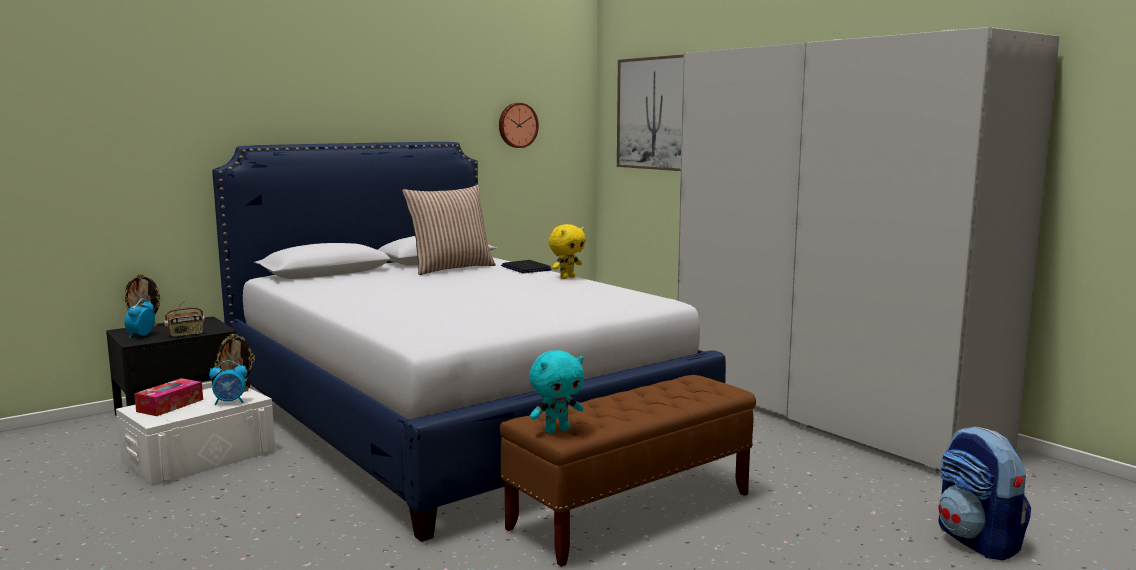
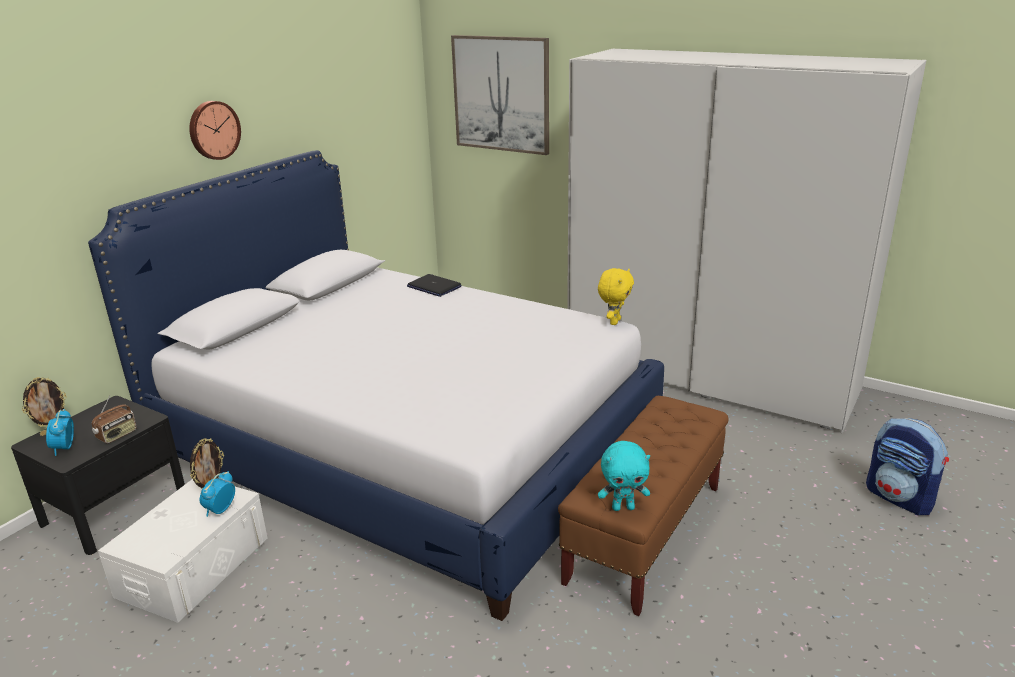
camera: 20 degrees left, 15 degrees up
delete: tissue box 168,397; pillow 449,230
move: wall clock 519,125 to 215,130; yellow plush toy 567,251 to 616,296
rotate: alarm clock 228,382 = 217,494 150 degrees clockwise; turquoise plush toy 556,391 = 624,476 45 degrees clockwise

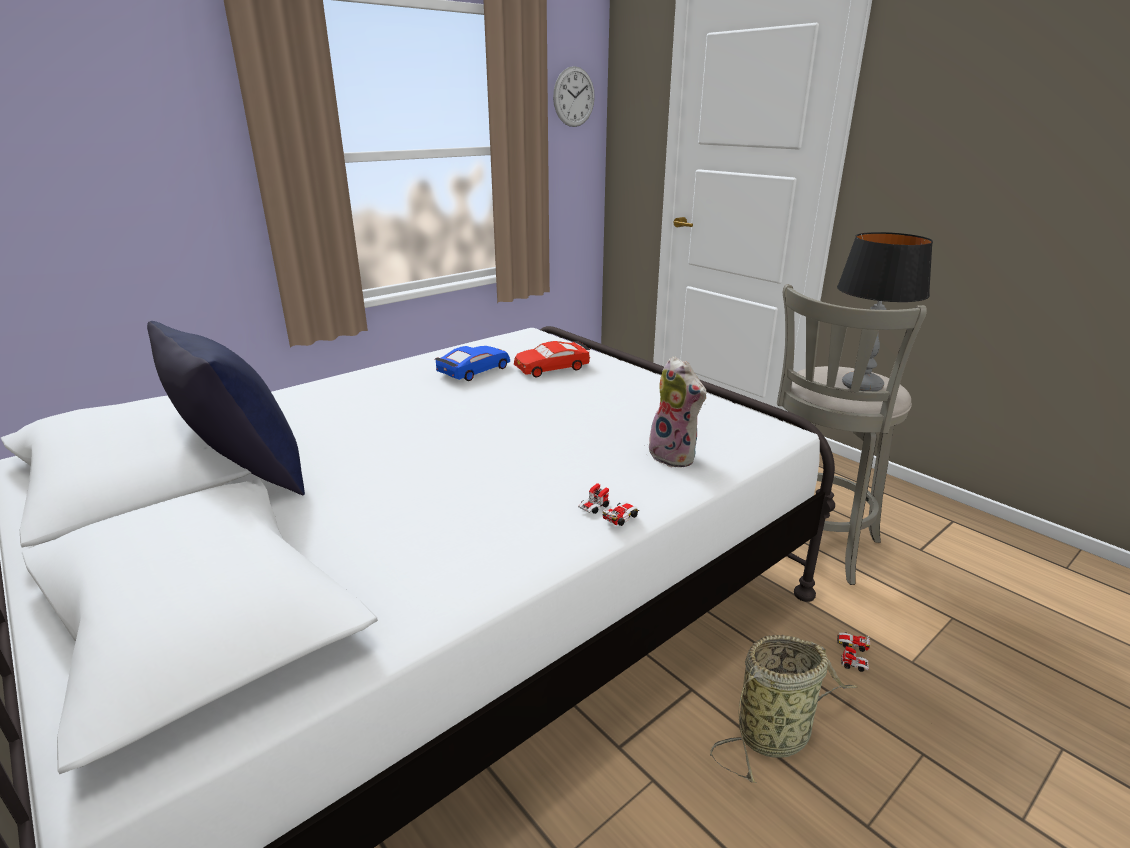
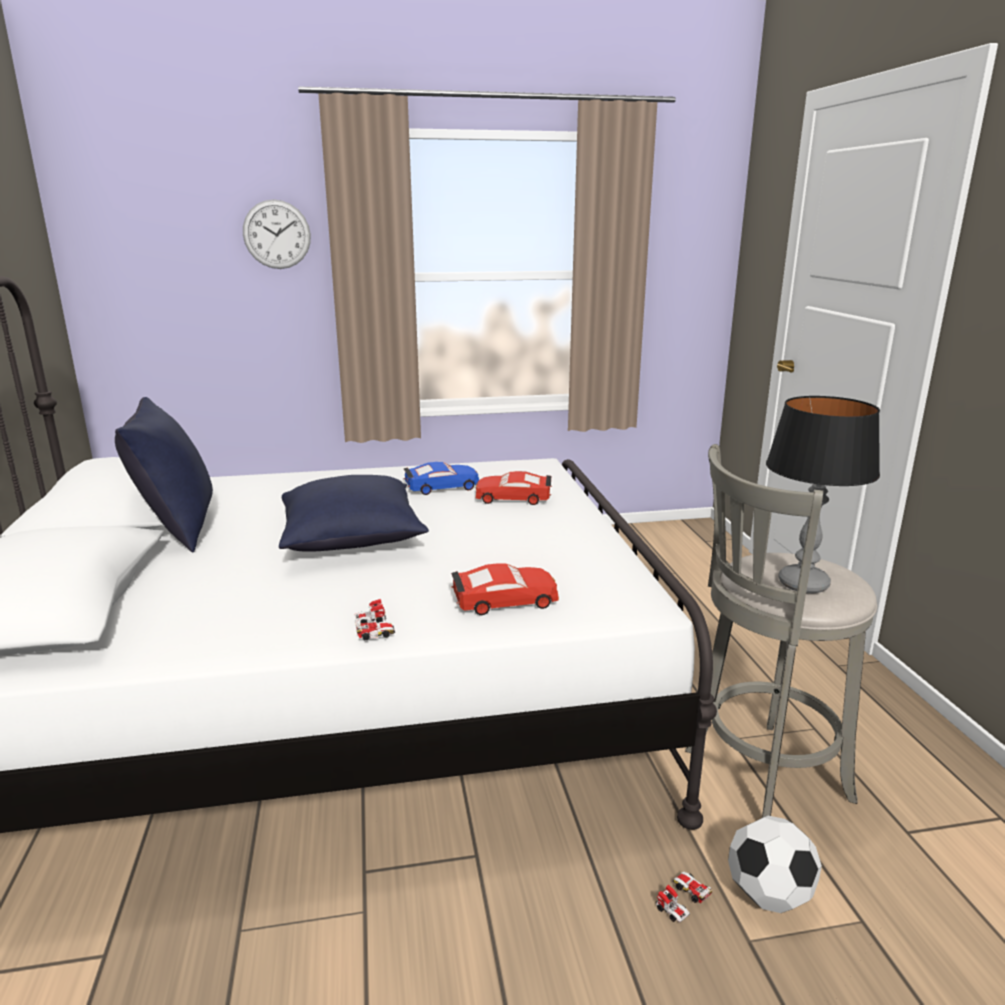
camera: 30 degrees right, 5 degrees down
delete: basket 784,709
insert: blue pillow 354,513; football 775,864
move: wall clock 574,96 to 277,234
replace: plush toy 678,411 to red toy car 505,589

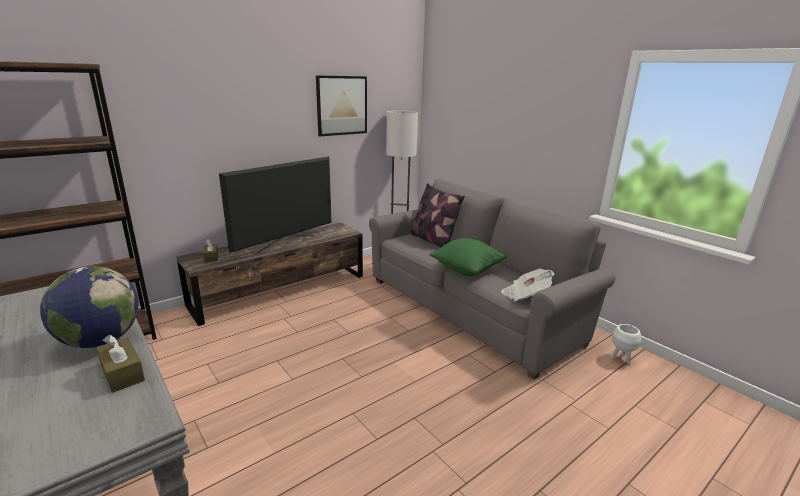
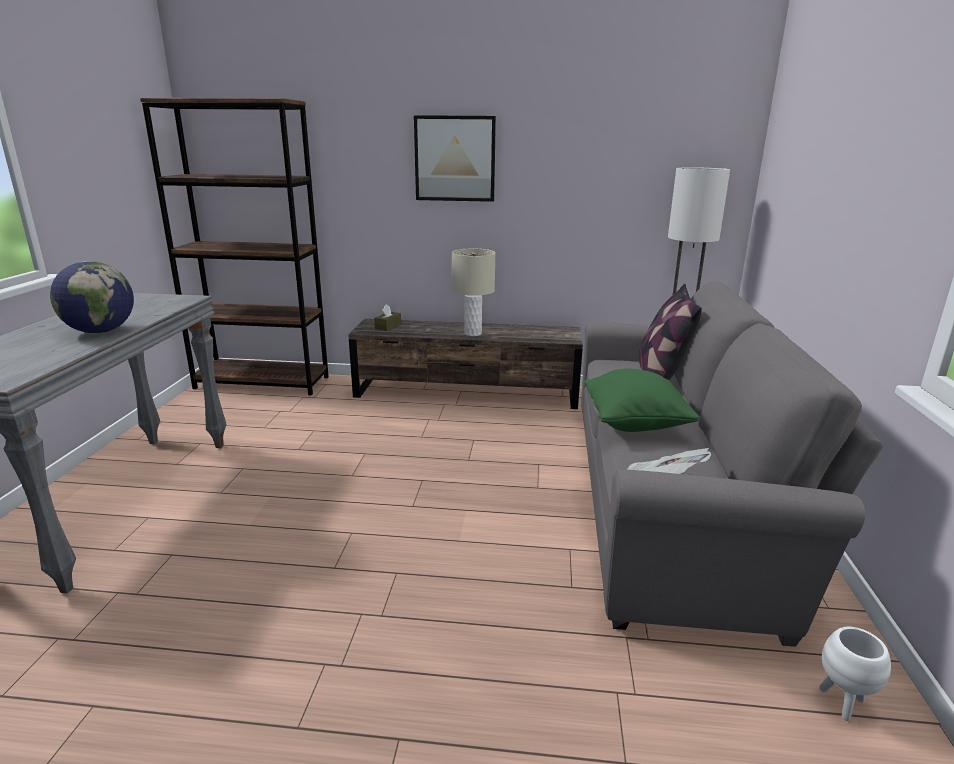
camera: 45 degrees right, 0 degrees up
delete: brown tissue box 120,364
move: picture 341,105 to 455,158
replace: television 275,205 to beige table lamp 474,292

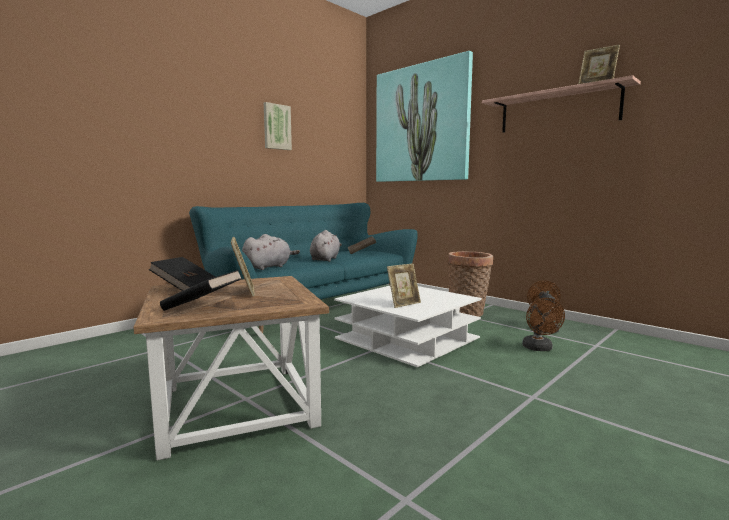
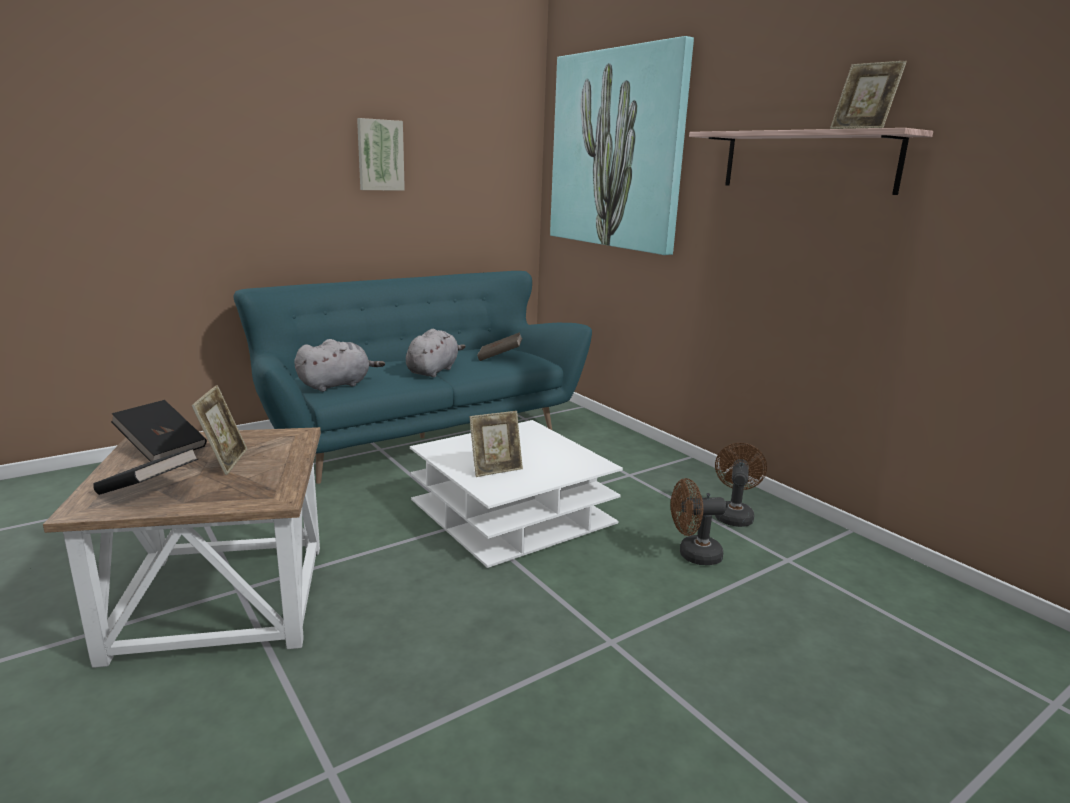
camera: 10 degrees right, 10 degrees up
delete: basket 470,284
rotate: brown fan 543,324 = 699,521 75 degrees clockwise

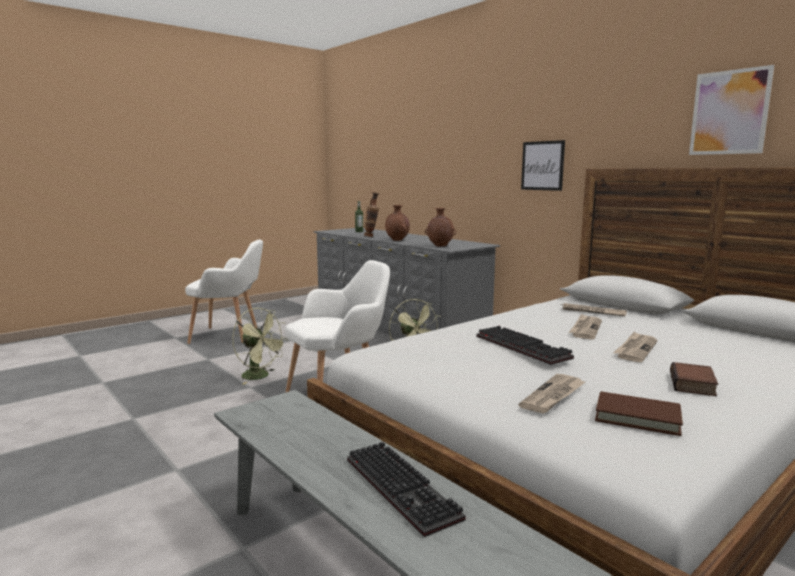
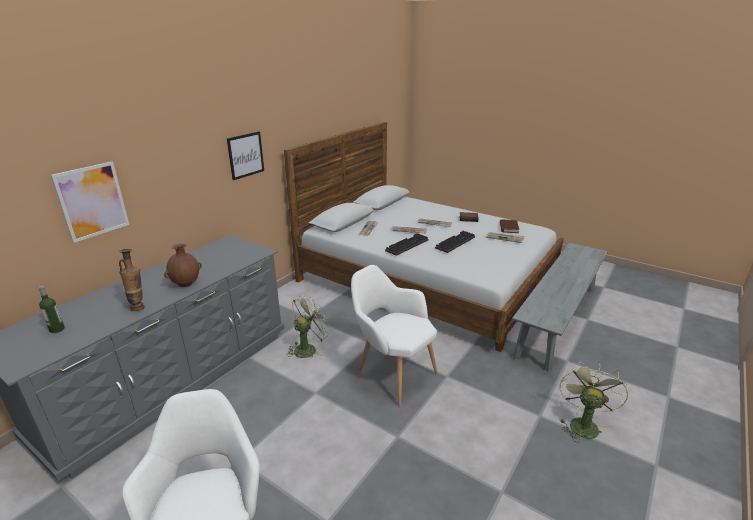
camera: 105 degrees left, 15 degrees up
delete: brown vase 440,227
move: green fan 260,346 to 593,402; keyboard 406,489 to 406,244; picture 731,110 to 90,202

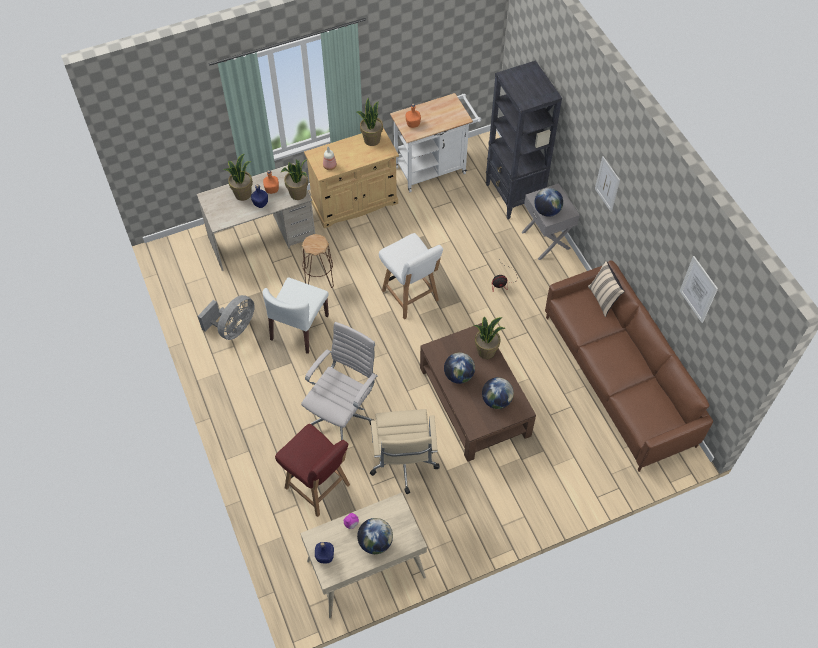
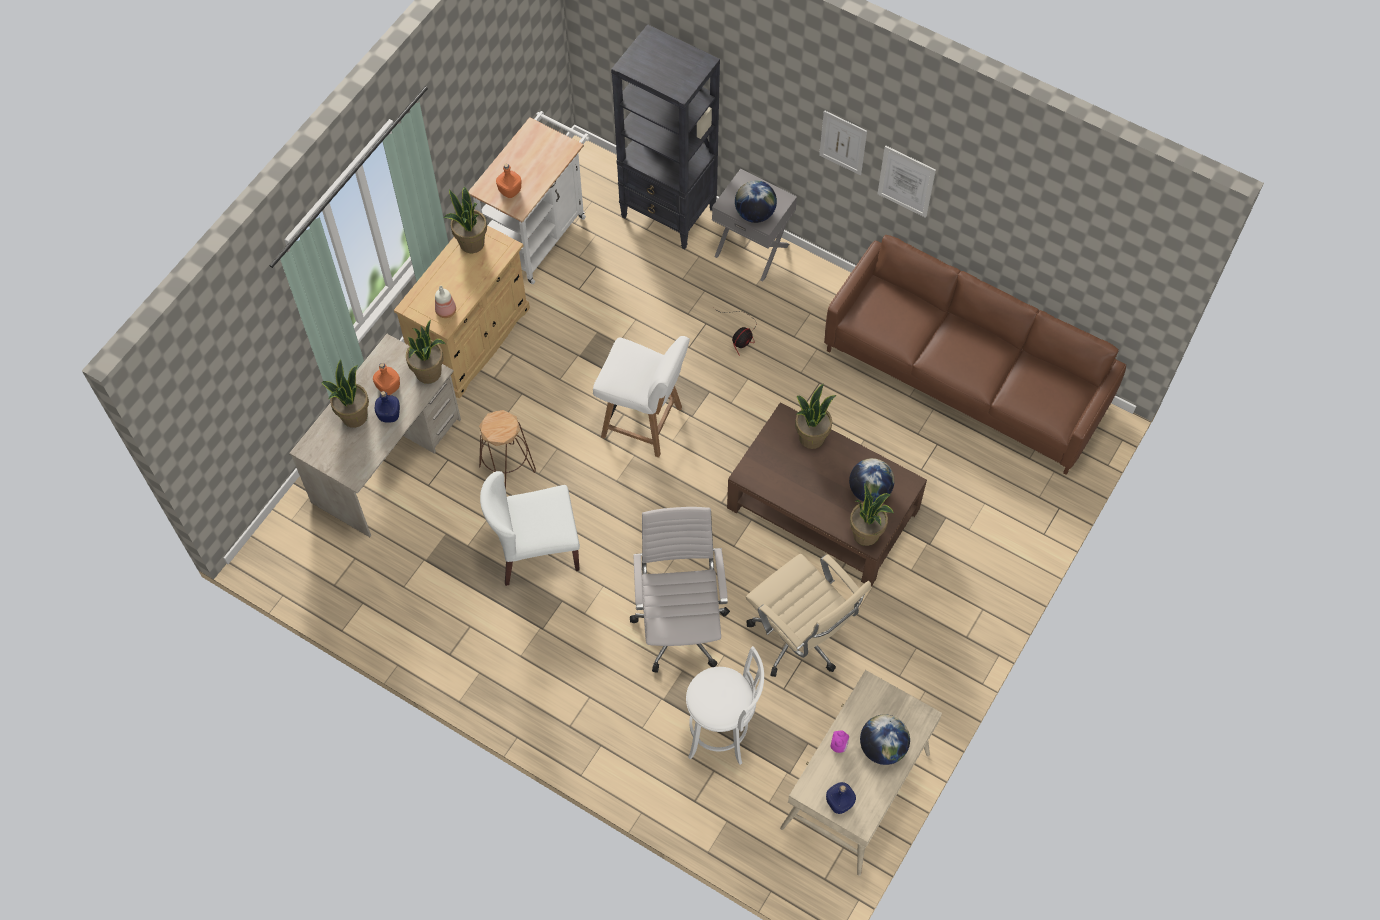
camera: 35 degrees left, 5 degrees up
delete: grey fan 226,317; globe 459,368; beige pillow 606,289
insert: potted plant 872,515
move: picture 699,289 to 907,182
replace: red chair 312,470 to white stool 725,705
rotate: white chair 296,315 = 530,528 90 degrees clockwise

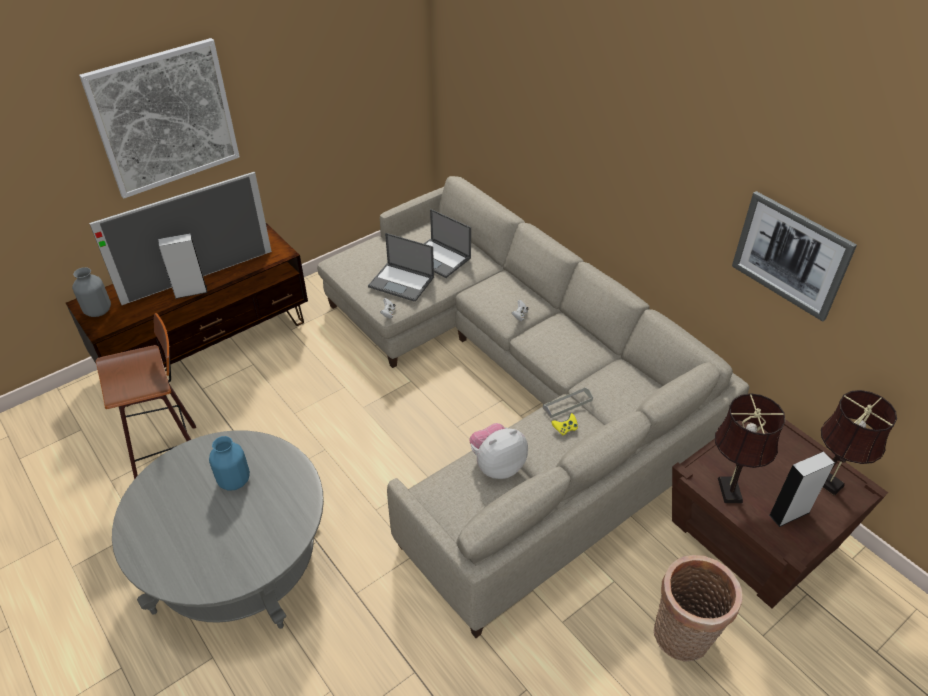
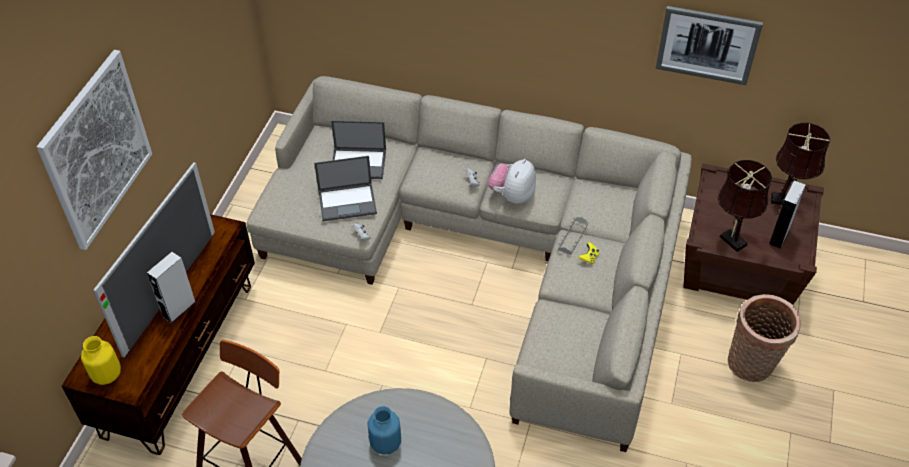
camera: 35 degrees left, 5 degrees up
move: plush toy 498,451 to 512,181
recolor: grey vase 91,292 to yellow vase 101,360

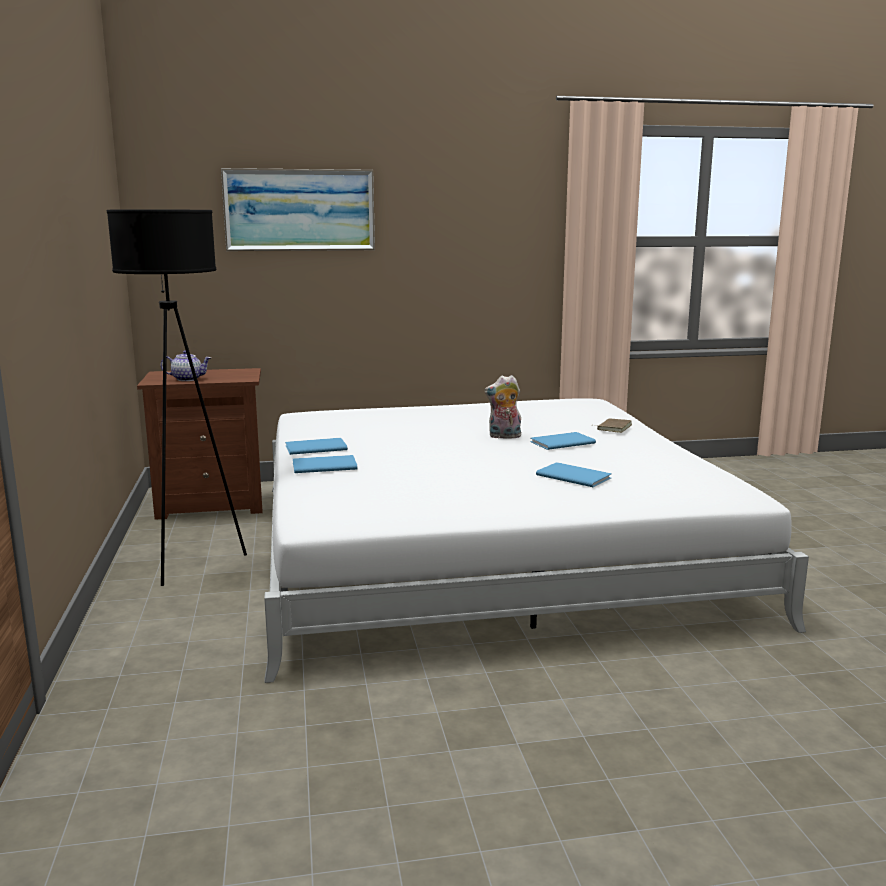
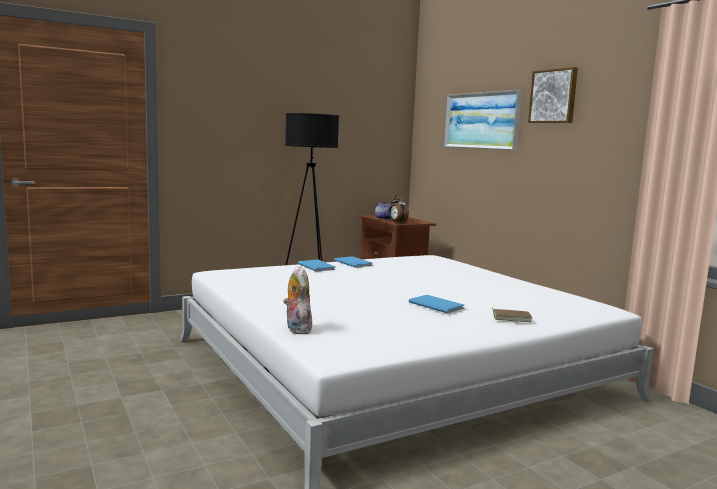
camera: 70 degrees right, 5 degrees down
delete: blue book 573,474
insert: alarm clock 399,209; picture 553,95
move: plush toy 502,407 to 297,300

